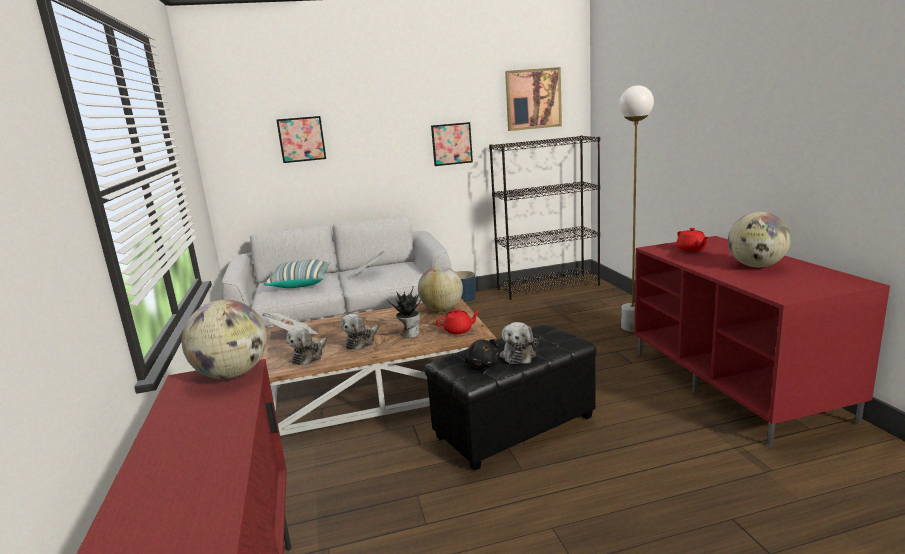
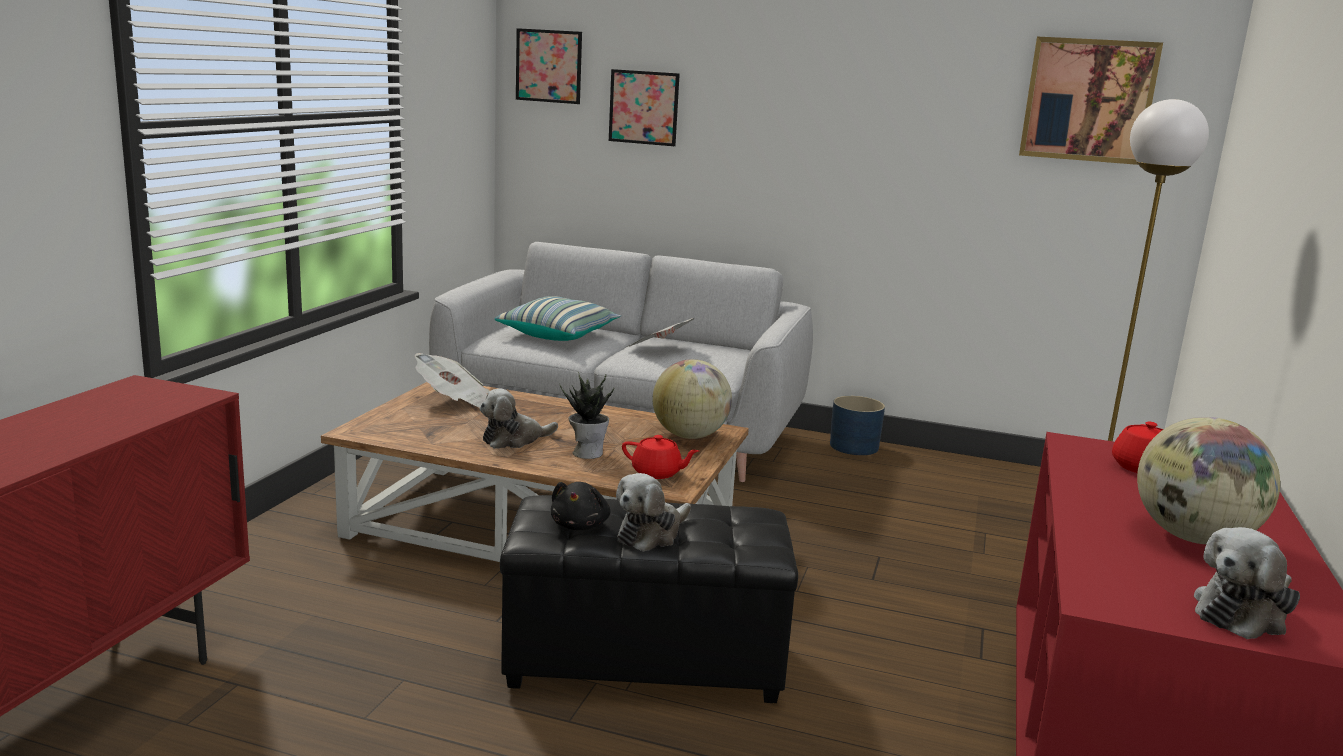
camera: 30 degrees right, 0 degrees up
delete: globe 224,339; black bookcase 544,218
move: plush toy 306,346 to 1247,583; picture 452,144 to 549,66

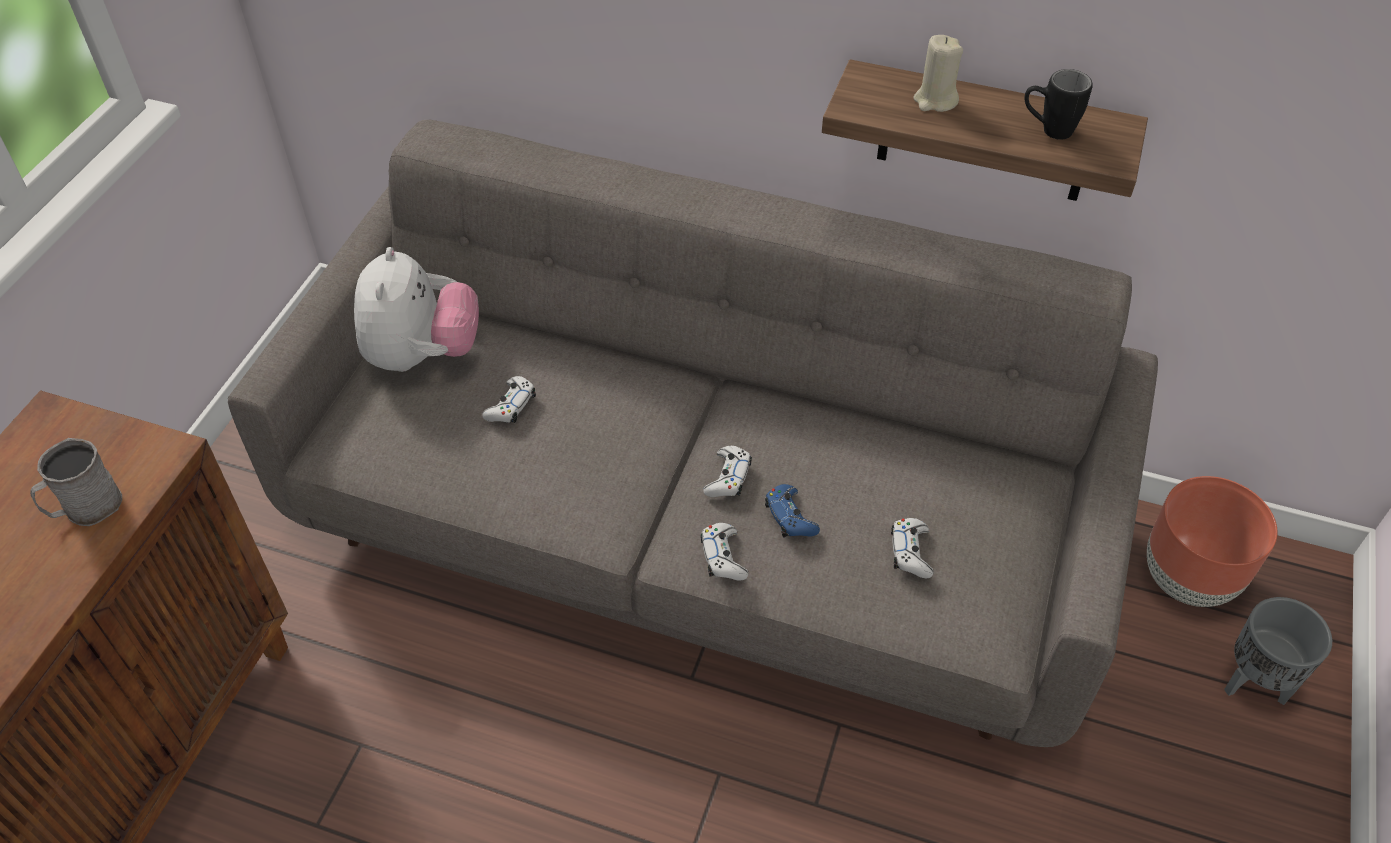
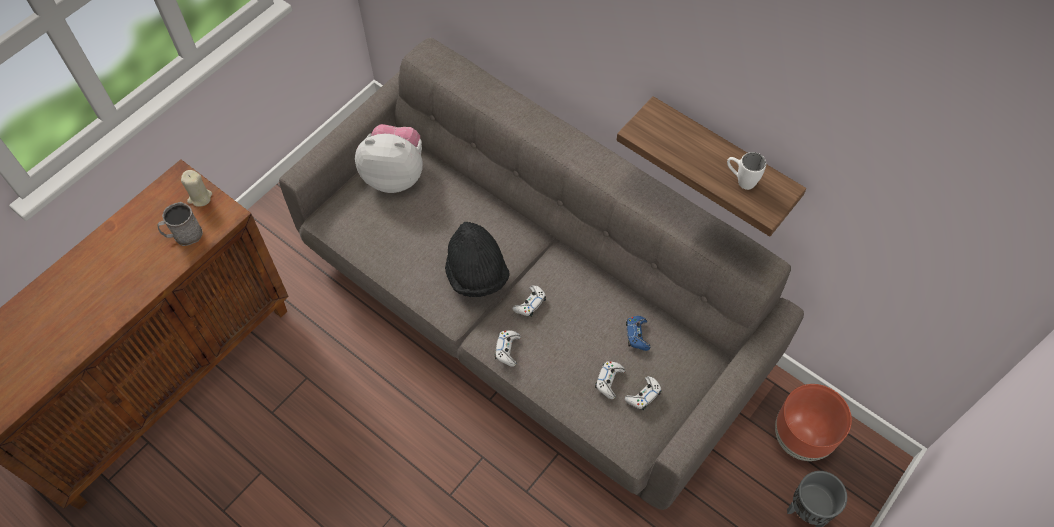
camera: 20 degrees right, 10 degrees up
insert: black hat 477,259
move: white game controller 509,399 to 643,393; blue game controller 792,511 to 638,333; beige candle 938,73 to 196,188
recolor: black mug 1059,104 to white mug 746,171
rotate: plush toy 416,309 = 389,158 105 degrees counterclockwise

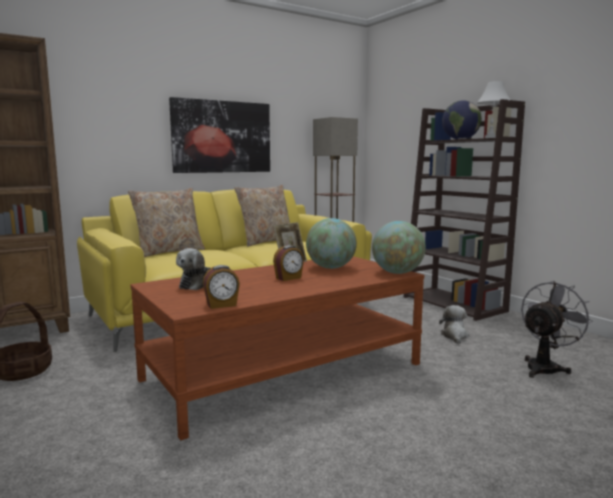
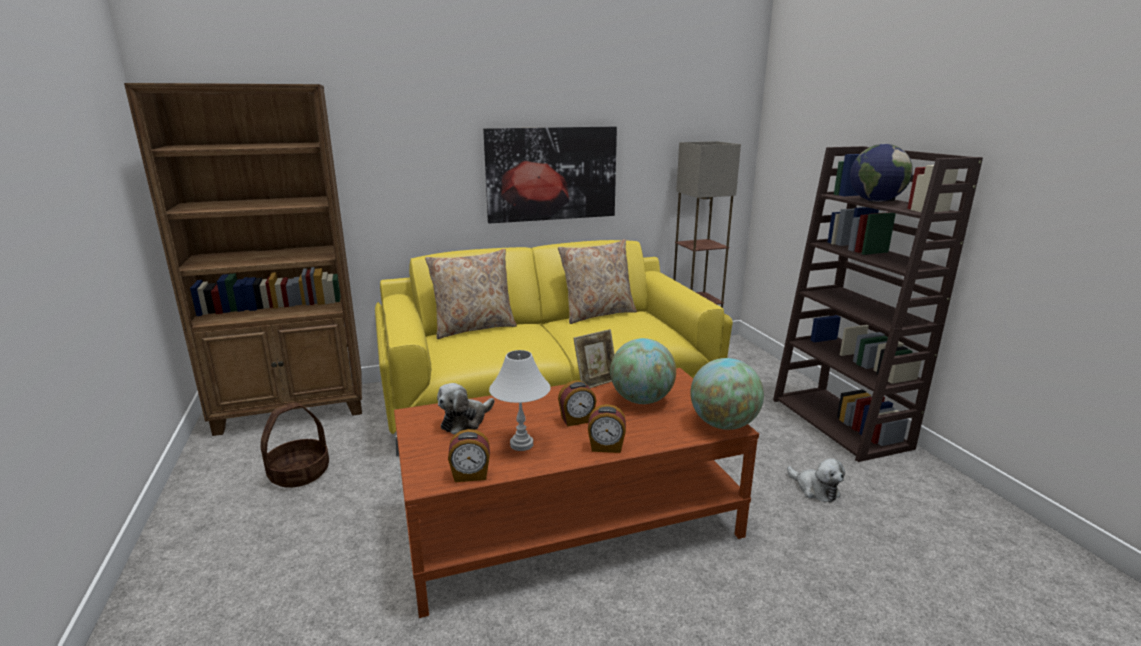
camera: 15 degrees right, 10 degrees up
delete: grey fan 557,329
insert: alarm clock 607,428
move: white table lamp 493,109 to 520,400
rotate: plush toy 454,324 = 816,480 120 degrees clockwise

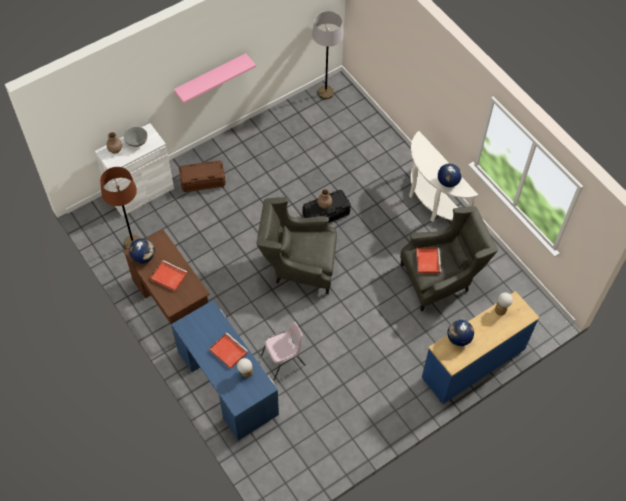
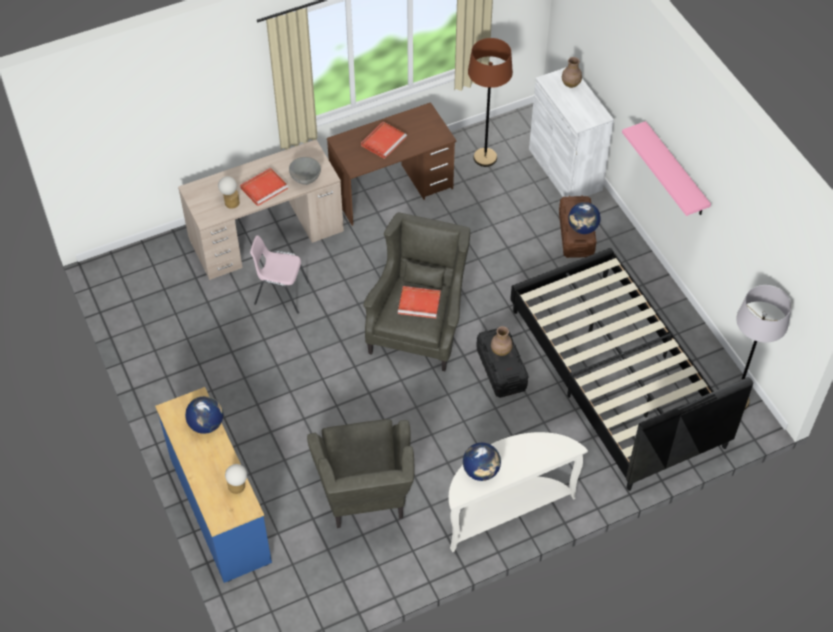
camera: 100 degrees right, 5 degrees down
insert: black bed 631,369
move: grey bowl 135,137 to 305,171; globe 142,250 to 584,218; red tray 428,261 to 419,302
recolor: blue desk 225,370 to beige desk 261,210
rotate: pink chair 283,351 = 279,274 120 degrees clockwise

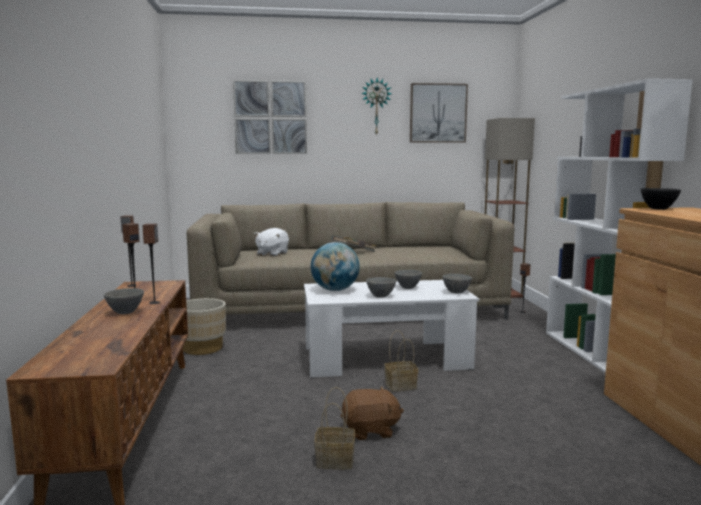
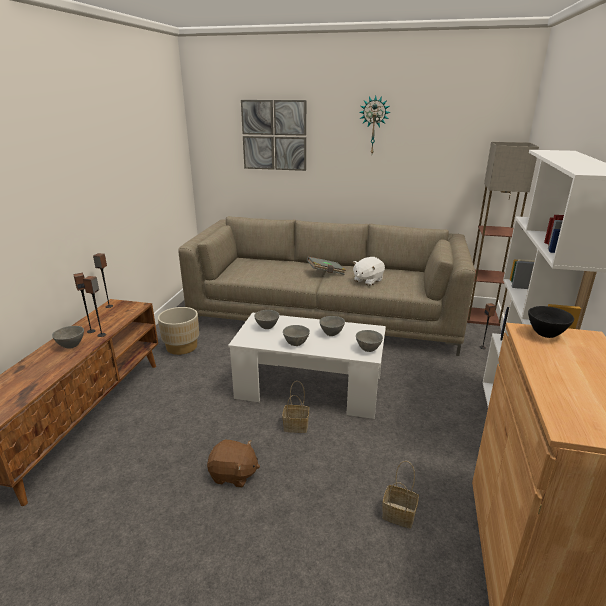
camera: 20 degrees right, 15 degrees up
delete: picture 439,113
move: white plush toy 271,242 to 369,271; basket 334,428 to 400,495
replace: globe 335,266 to grey bowl 266,319

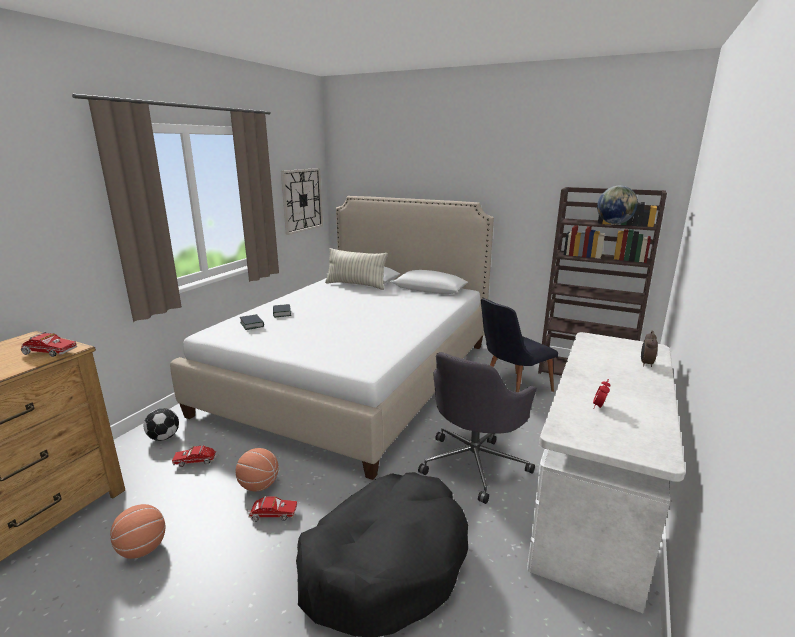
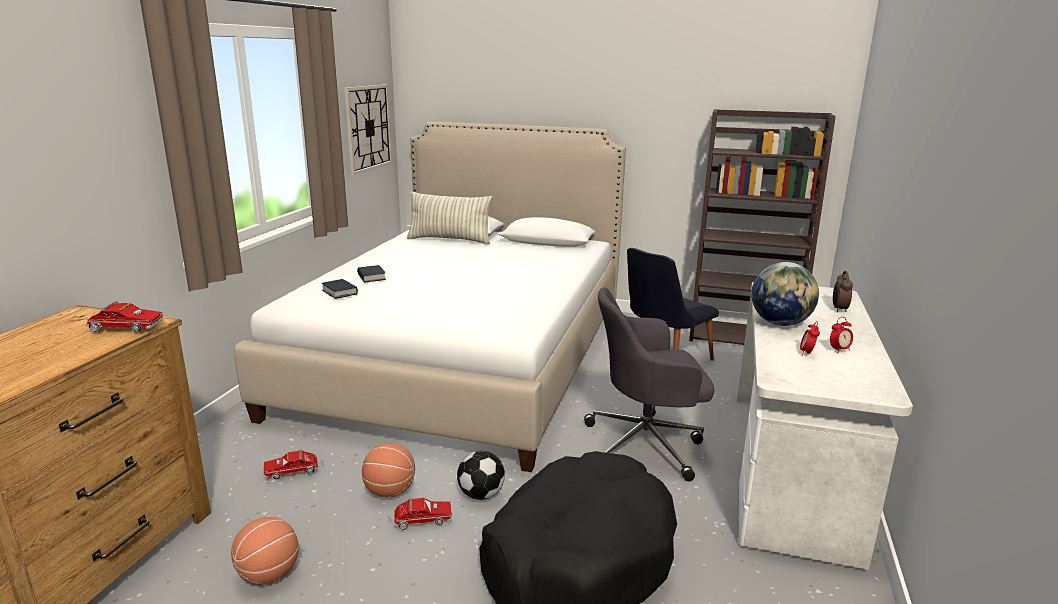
camera: 10 degrees left, 0 degrees up
insert: alarm clock 841,334
move: football 161,424 to 481,475; globe 617,205 to 785,294
rotate: grey office chair 477,428 = 649,384 60 degrees clockwise

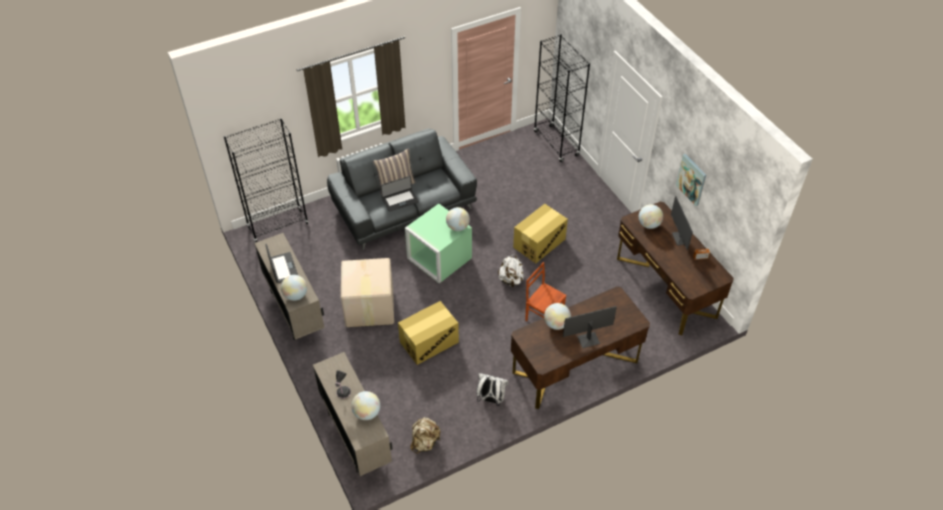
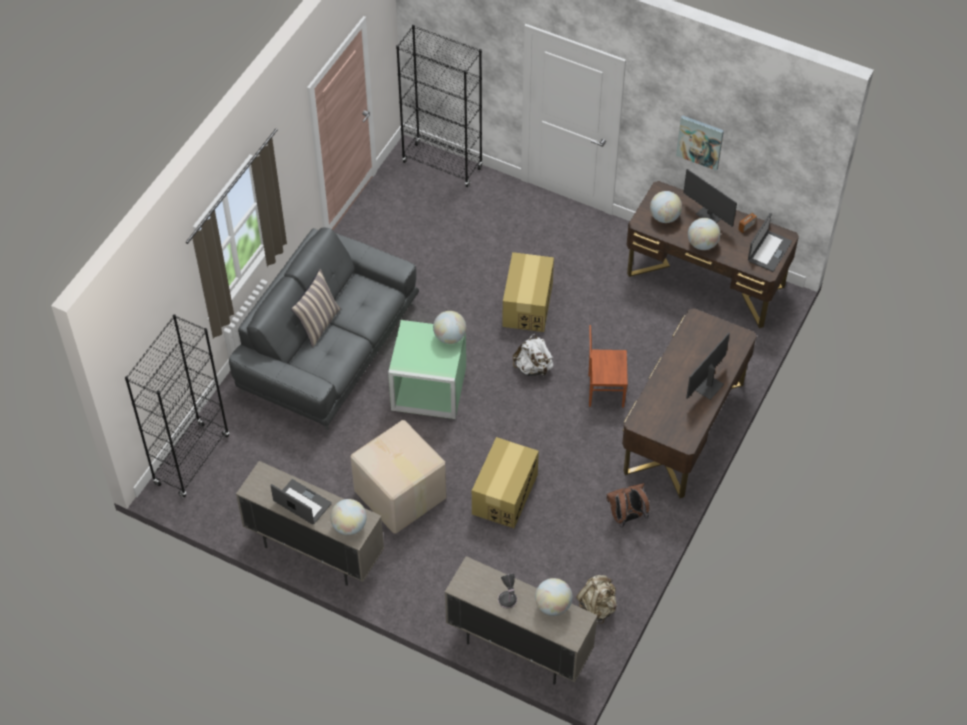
camera: 35 degrees left, 5 degrees up
move: laptop 400,194 to 770,242; globe 557,316 to 704,234
recolor: white backpack 492,389 to brown backpack 628,505

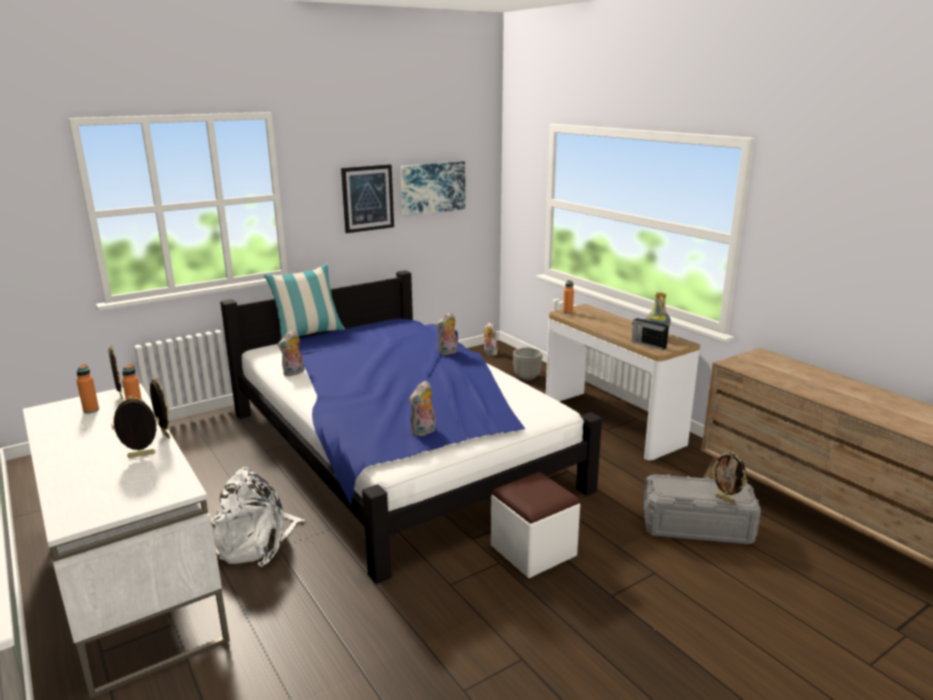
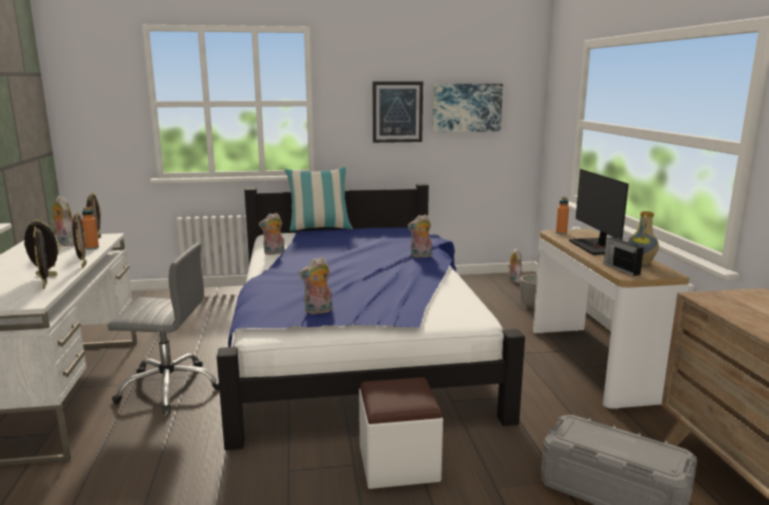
camera: 25 degrees right, 5 degrees down
insert: monitor 598,212
move: picture frame 729,478 to 40,258
replace: orange bottle 88,389 to plush toy 62,221; white backpack 258,517 to grey office chair 163,328

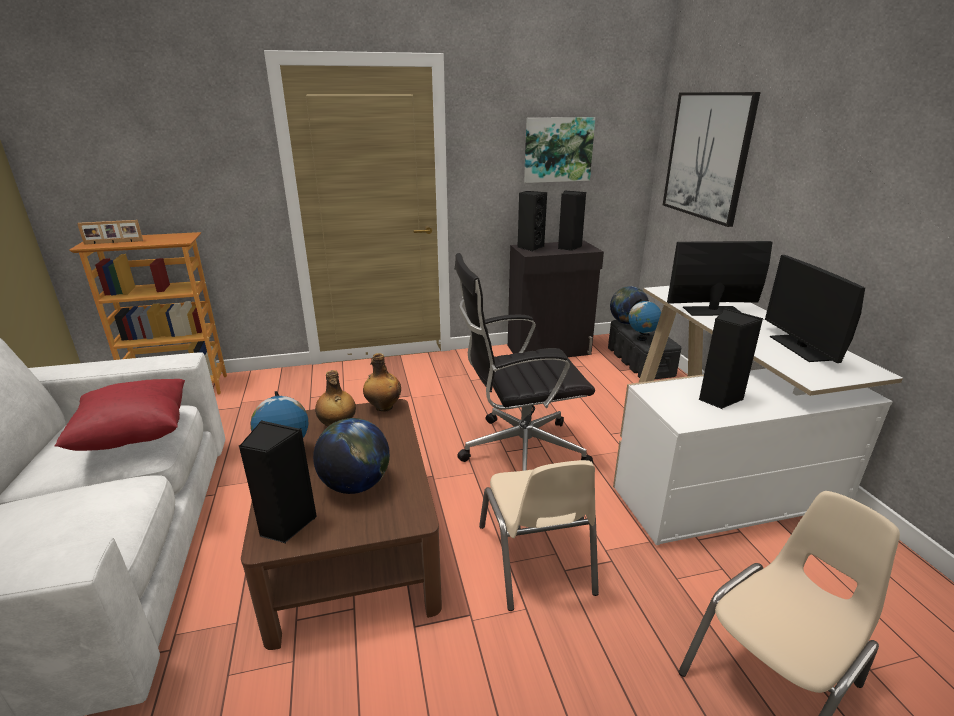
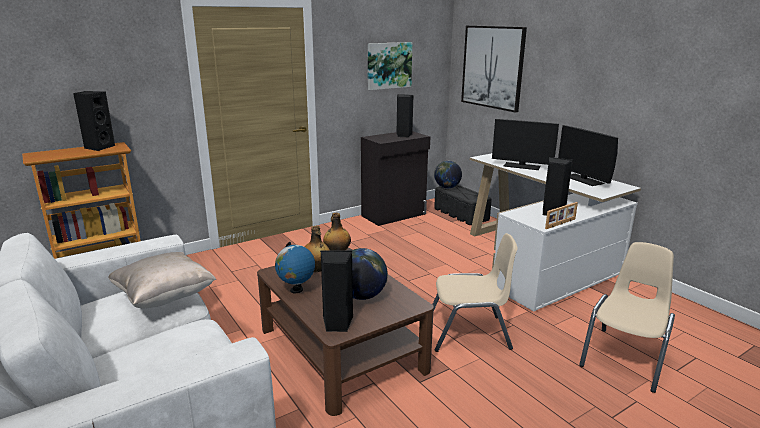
camera: 20 degrees left, 5 degrees down
delete: black office chair 525,362; globe 644,320
move: picture frame 110,232 to 561,215; black speaker 532,221 to 94,121
recolor: red pillow 119,415 to beige pillow 162,280
rotate: beige chair 539,535 = 475,292 60 degrees counterclockwise; monitor 720,278 = 525,144 135 degrees counterclockwise

